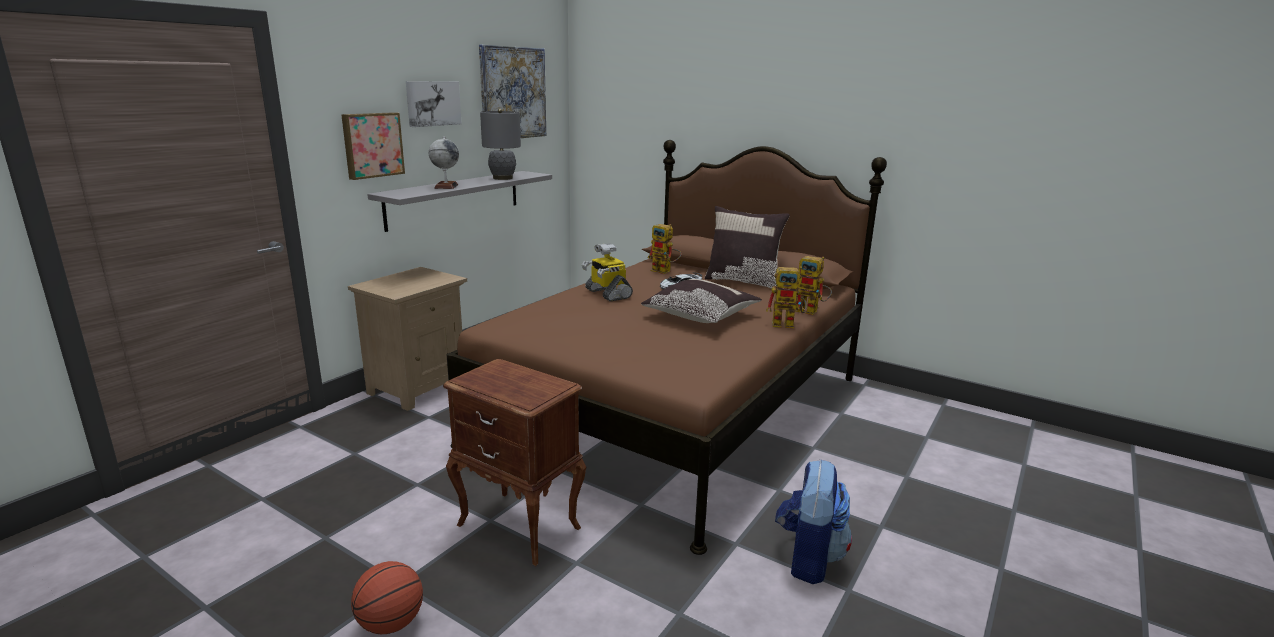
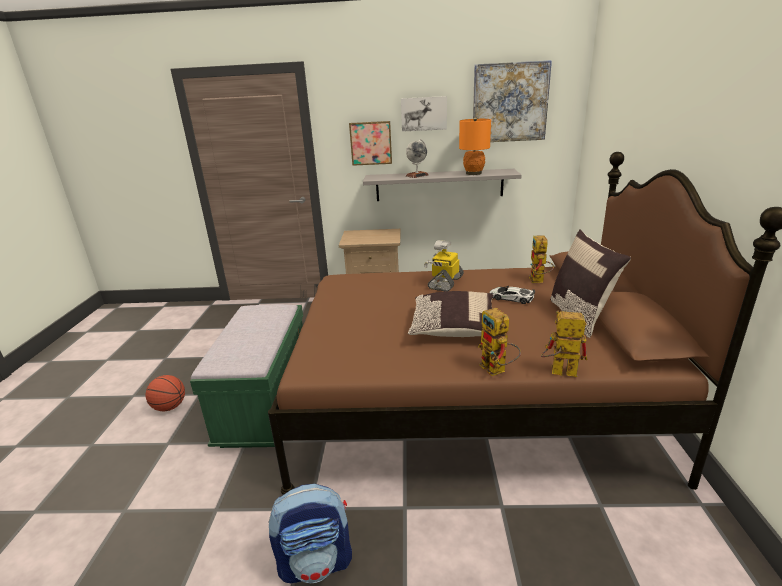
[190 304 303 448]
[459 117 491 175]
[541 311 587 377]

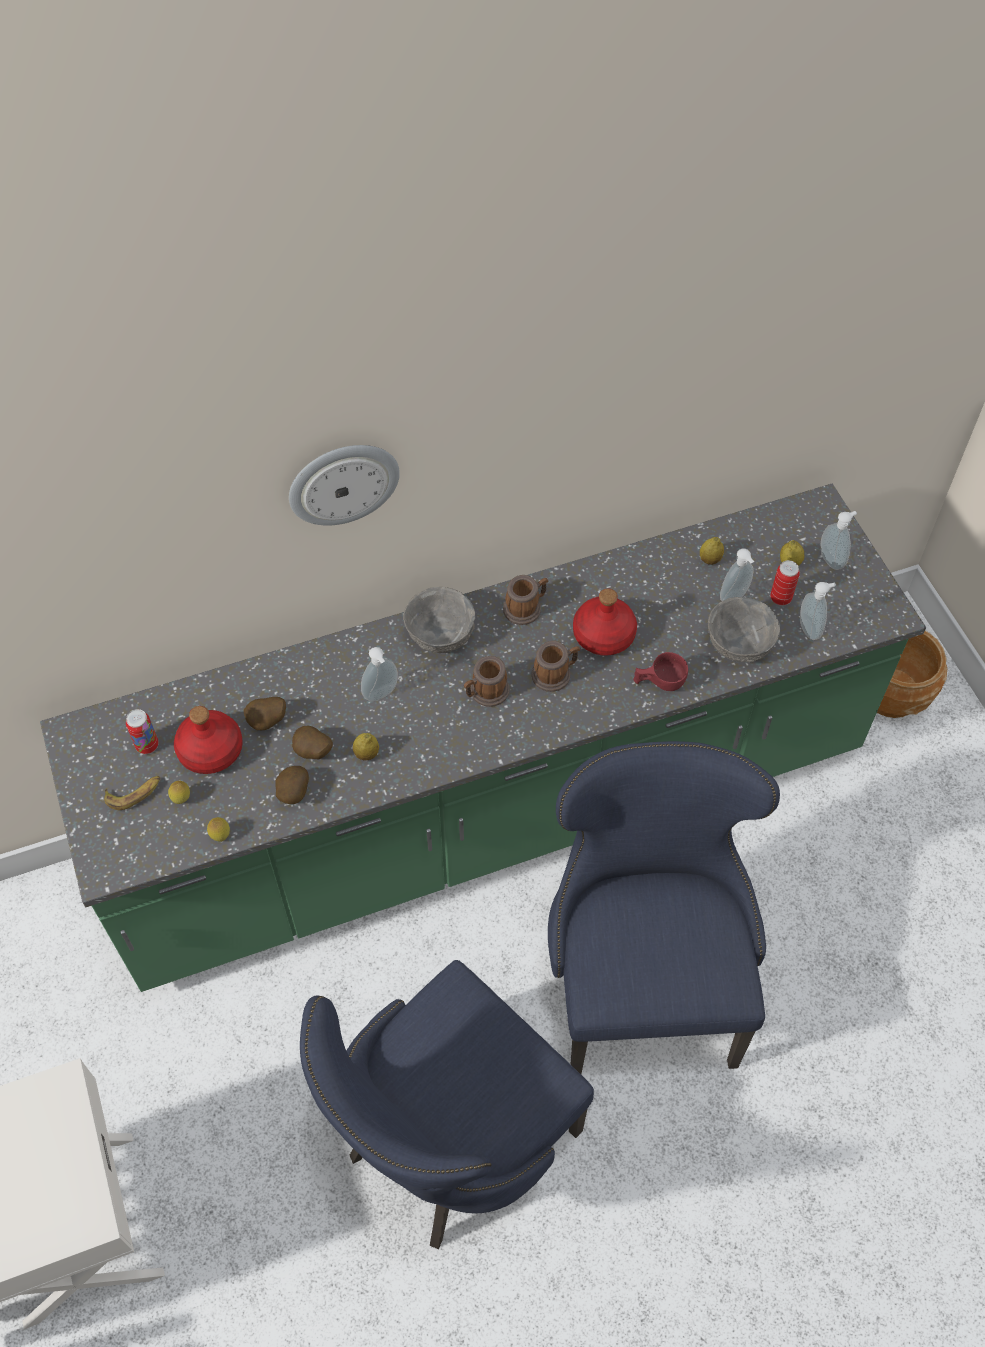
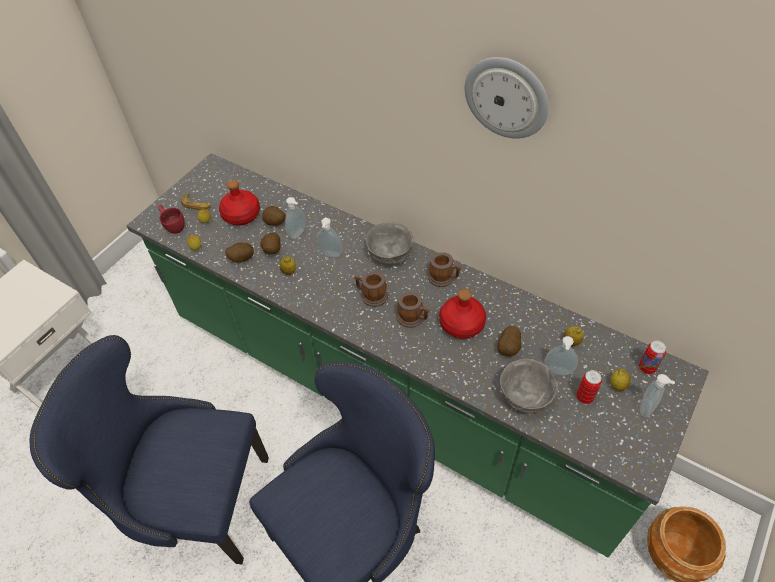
[158 204 185 234]
[285 197 305 239]
[465 57 549 139]
[498 325 521 356]
[639 340 666 374]

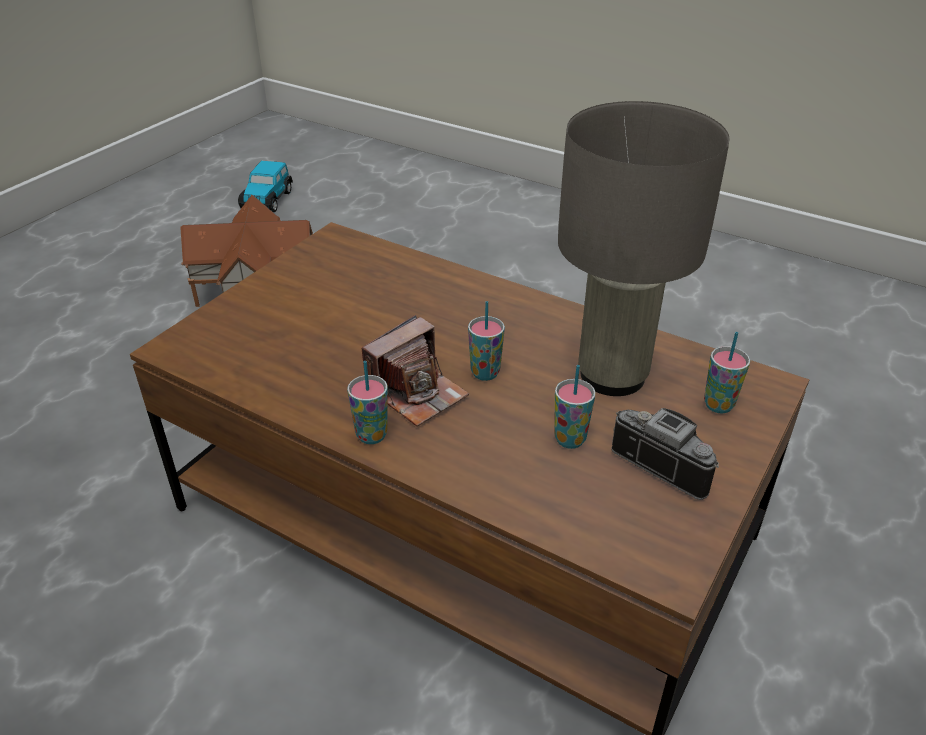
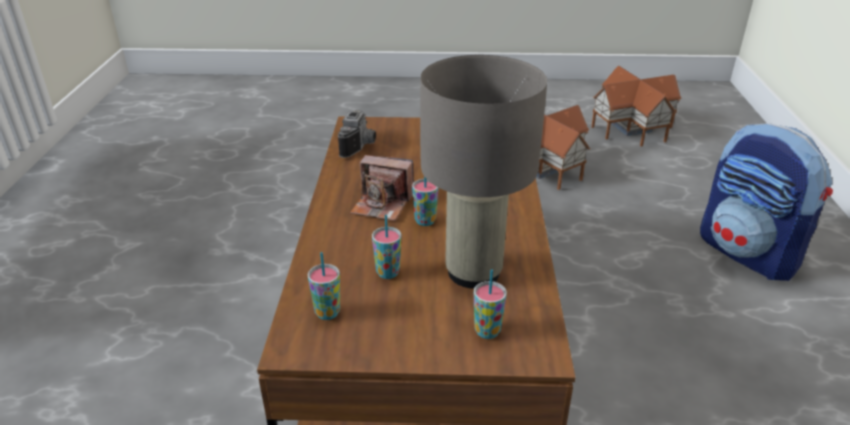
[307 252 340 320]
[338 110 376 158]
[591 66 682 147]
[700 123 833 281]

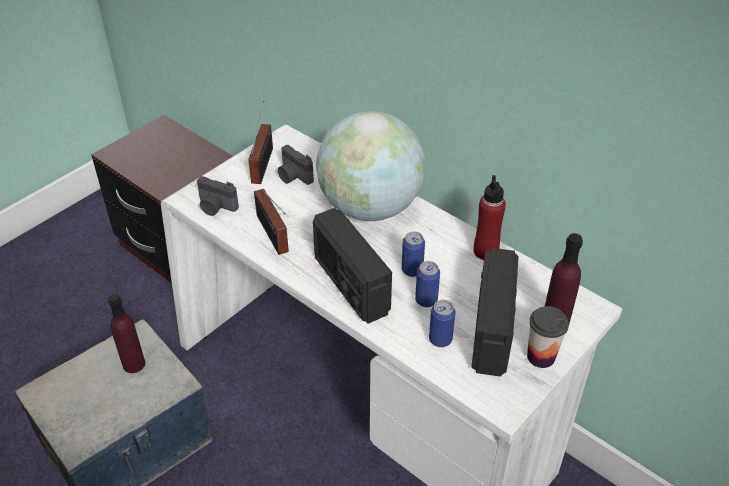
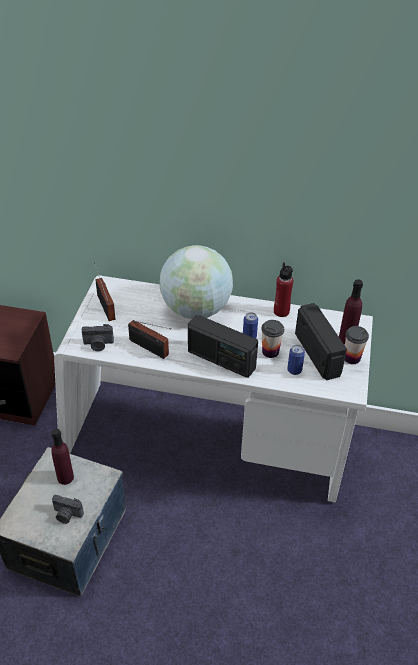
[52 495 84 524]
[261 320 284 358]

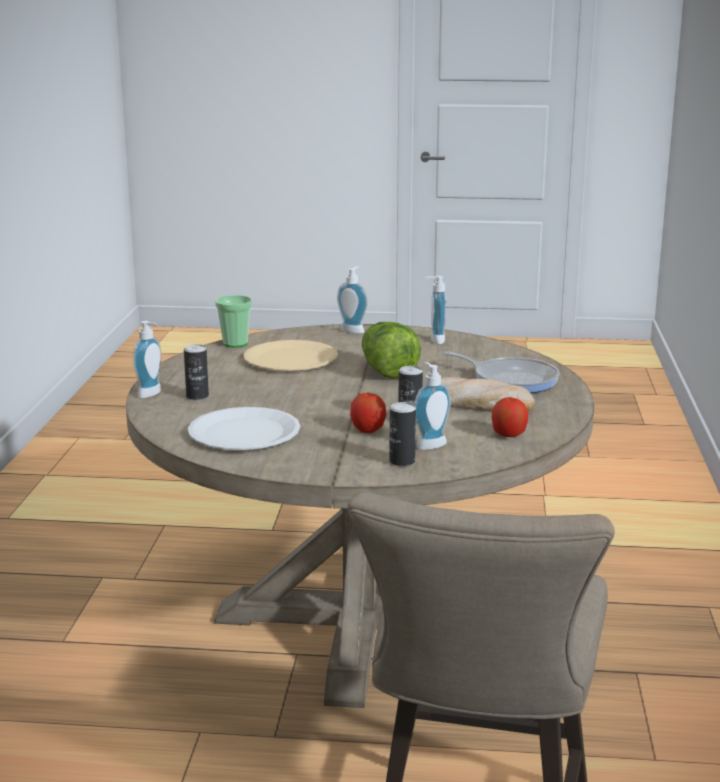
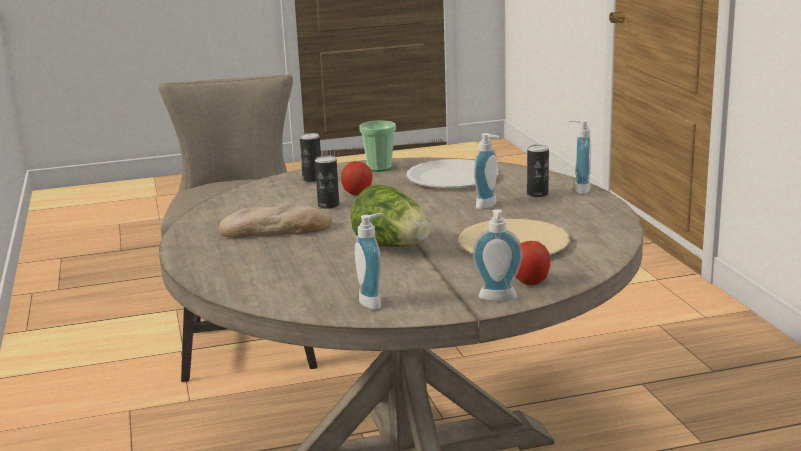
[359 120 396 172]
[474 133 499 209]
[515 241 550 285]
[444 352 559 393] (first image)

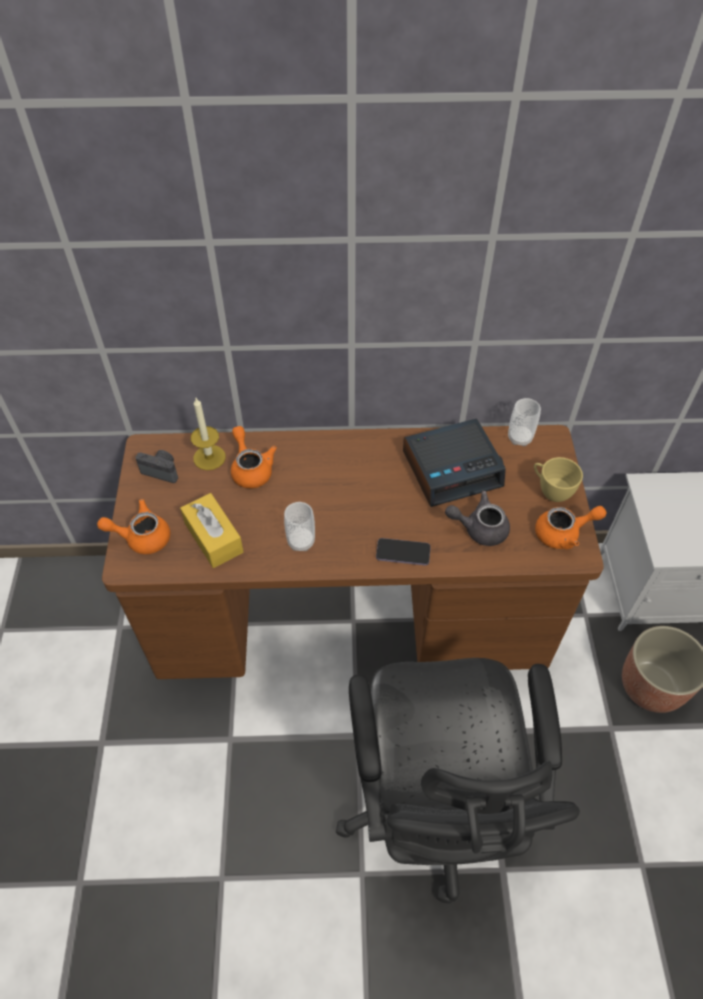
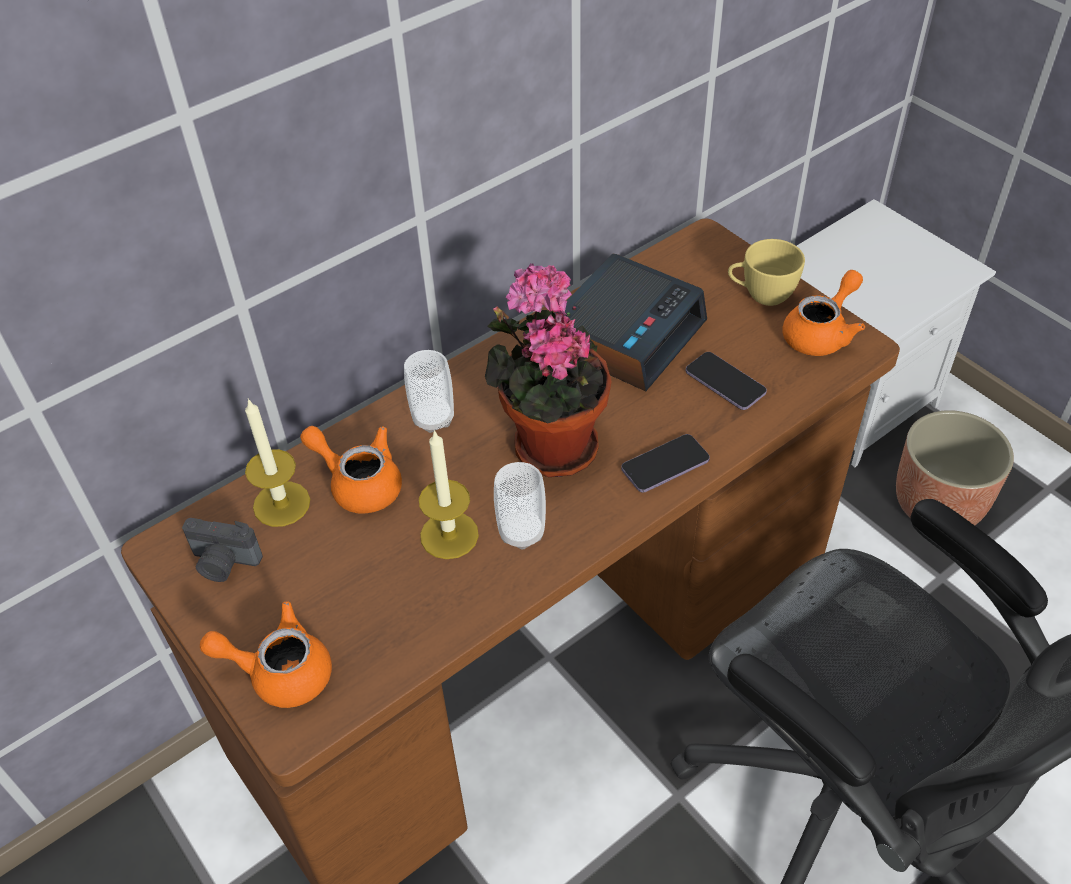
[182 518 263 582]
[200 601 332 708]
[404 350 454 433]
[419 430 479 559]
[485 264 612 477]
[685 352 767 410]
[180 493 244 568] (first image)

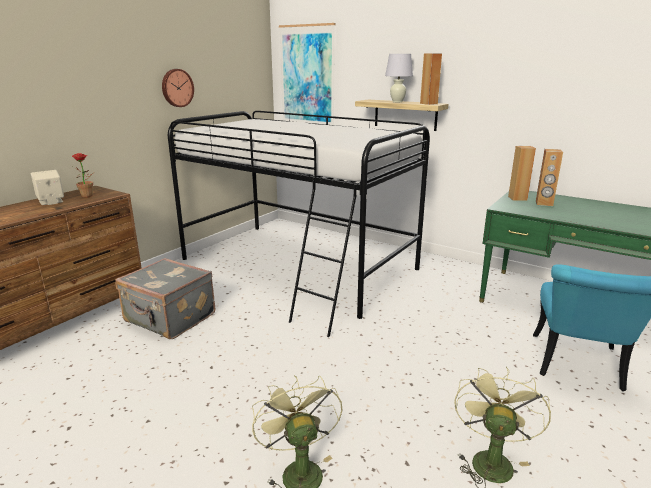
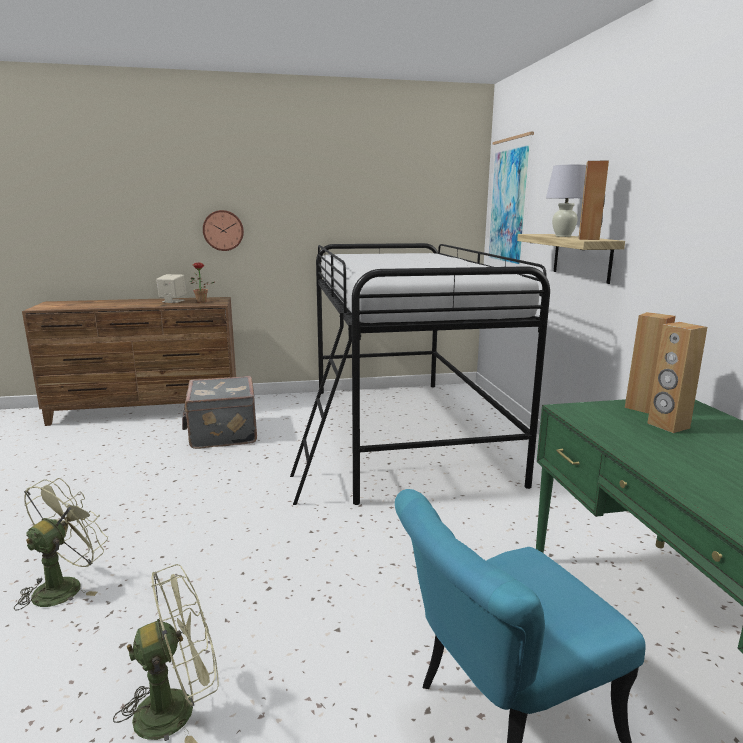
[203 210 244 251]

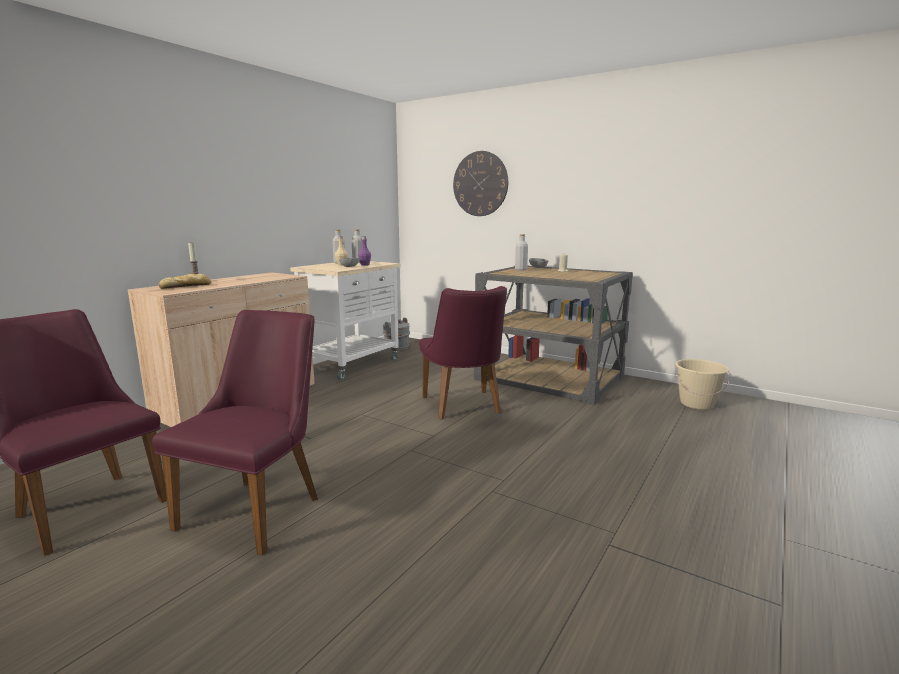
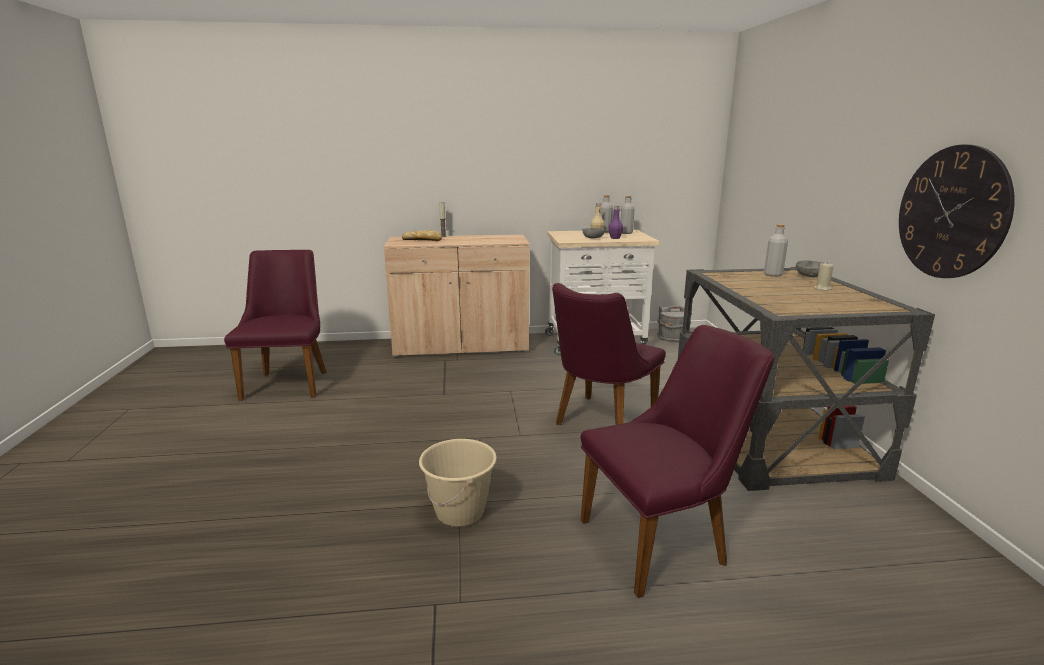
[419 439 497 527]
[581 325 775 598]
[899 144 1015 278]

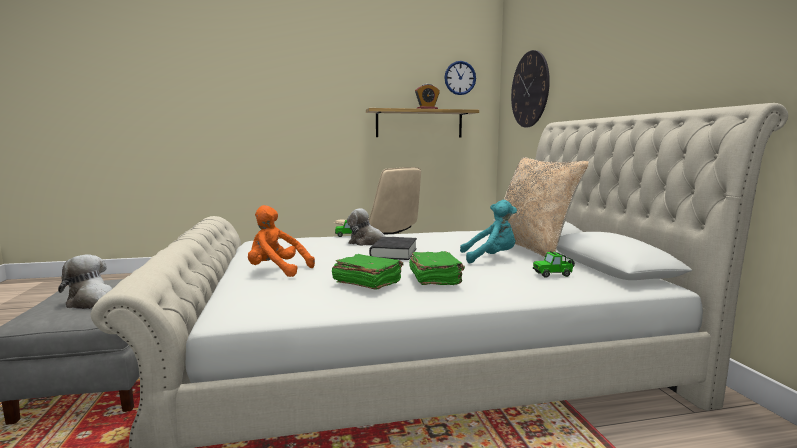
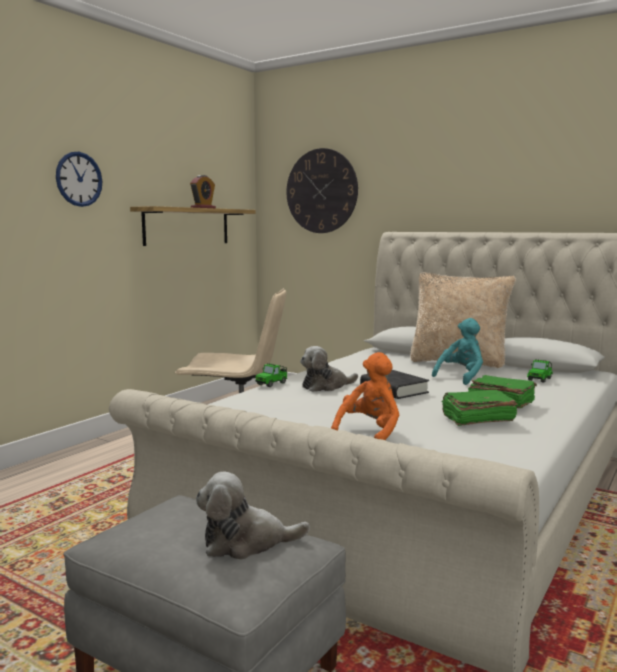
[56 152 102 207]
[331 352 399 440]

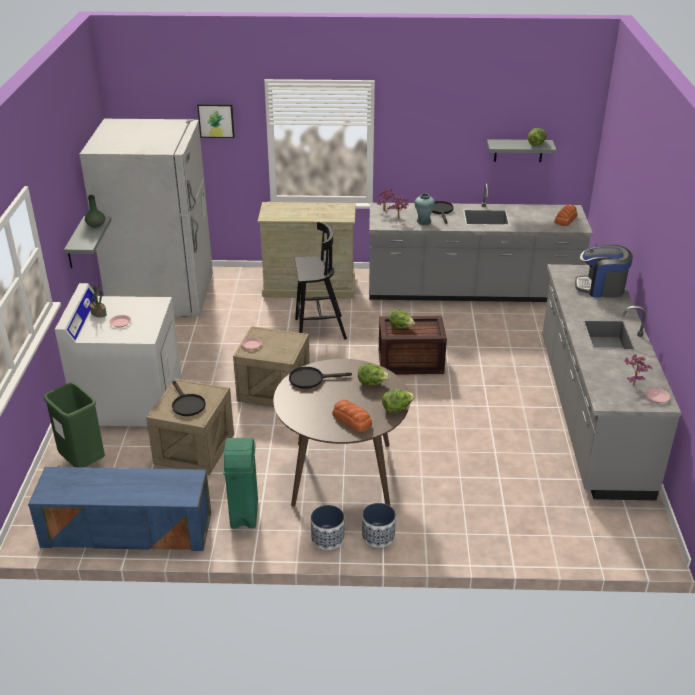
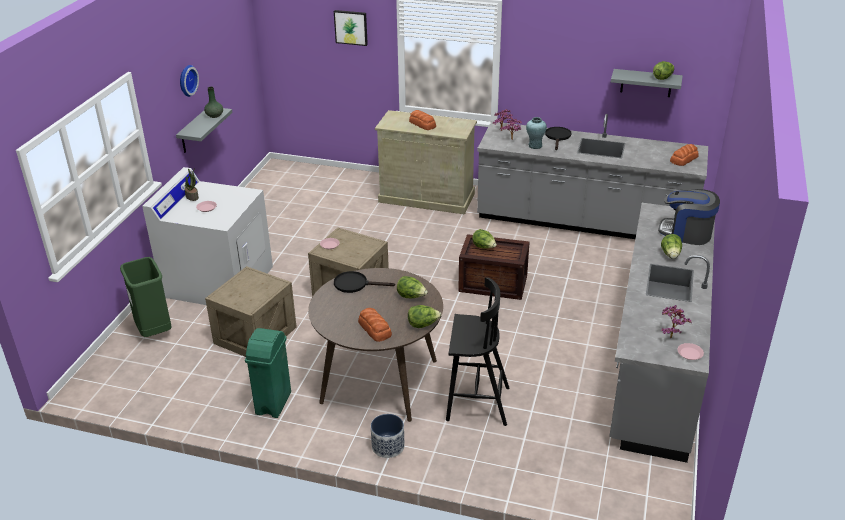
[180 65 199 97]
[409 110 436 130]
[446 277 509 426]
[661 234 682 259]
[28 467 211 551] (first image)
[80 119 213 317] (first image)
[172 380 206 416] (first image)
[311 505 345 550] (first image)

